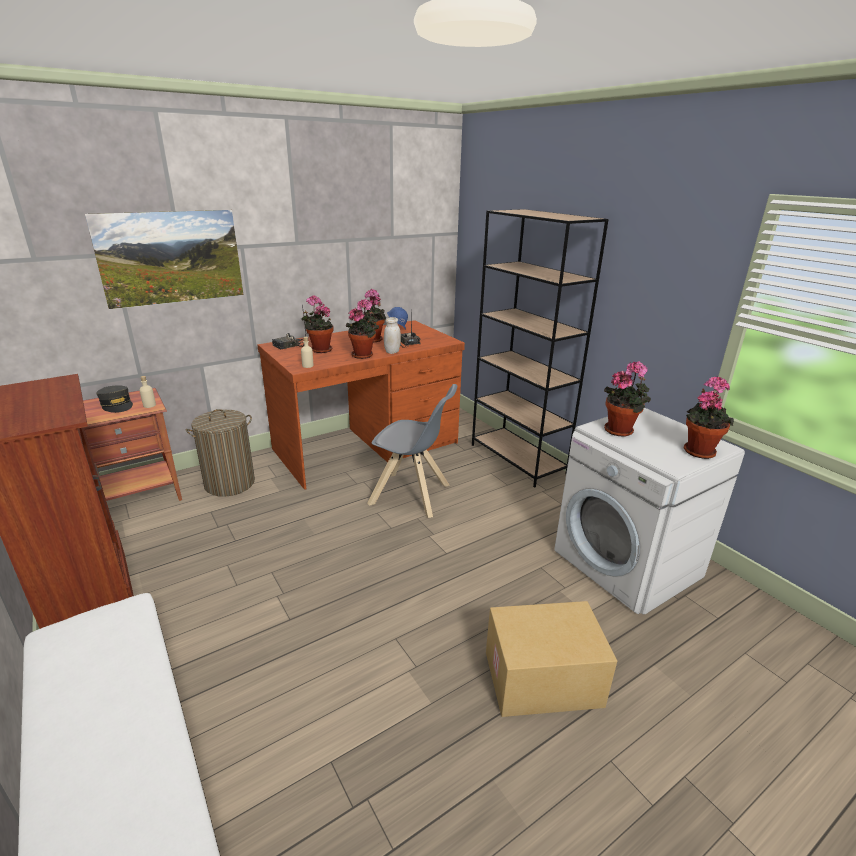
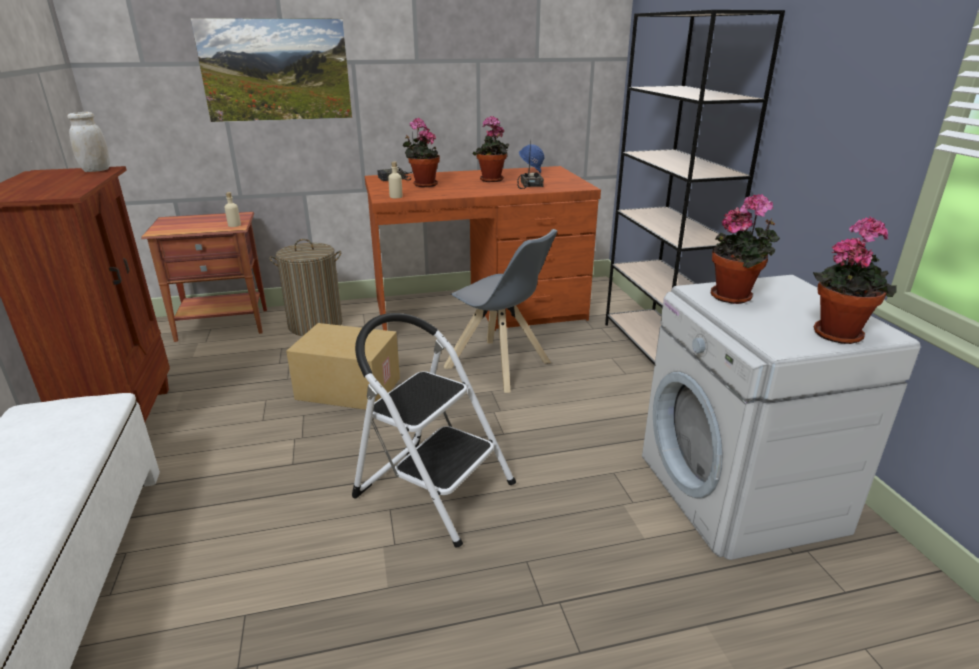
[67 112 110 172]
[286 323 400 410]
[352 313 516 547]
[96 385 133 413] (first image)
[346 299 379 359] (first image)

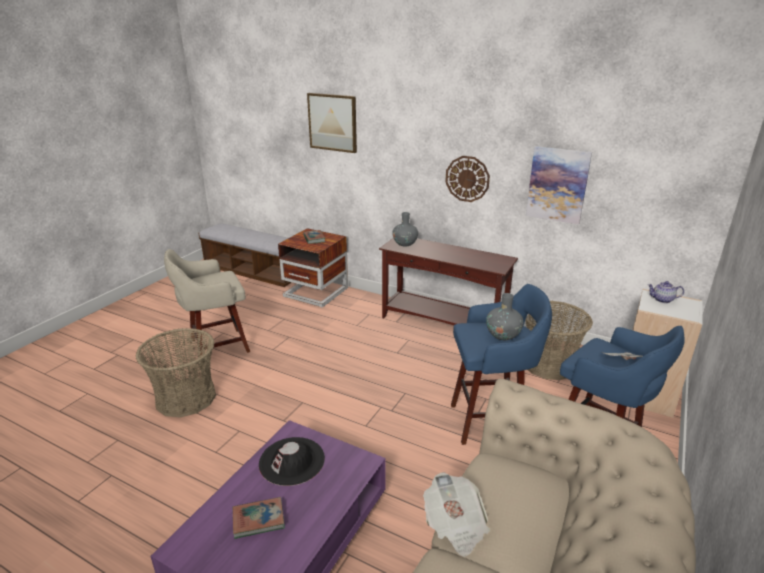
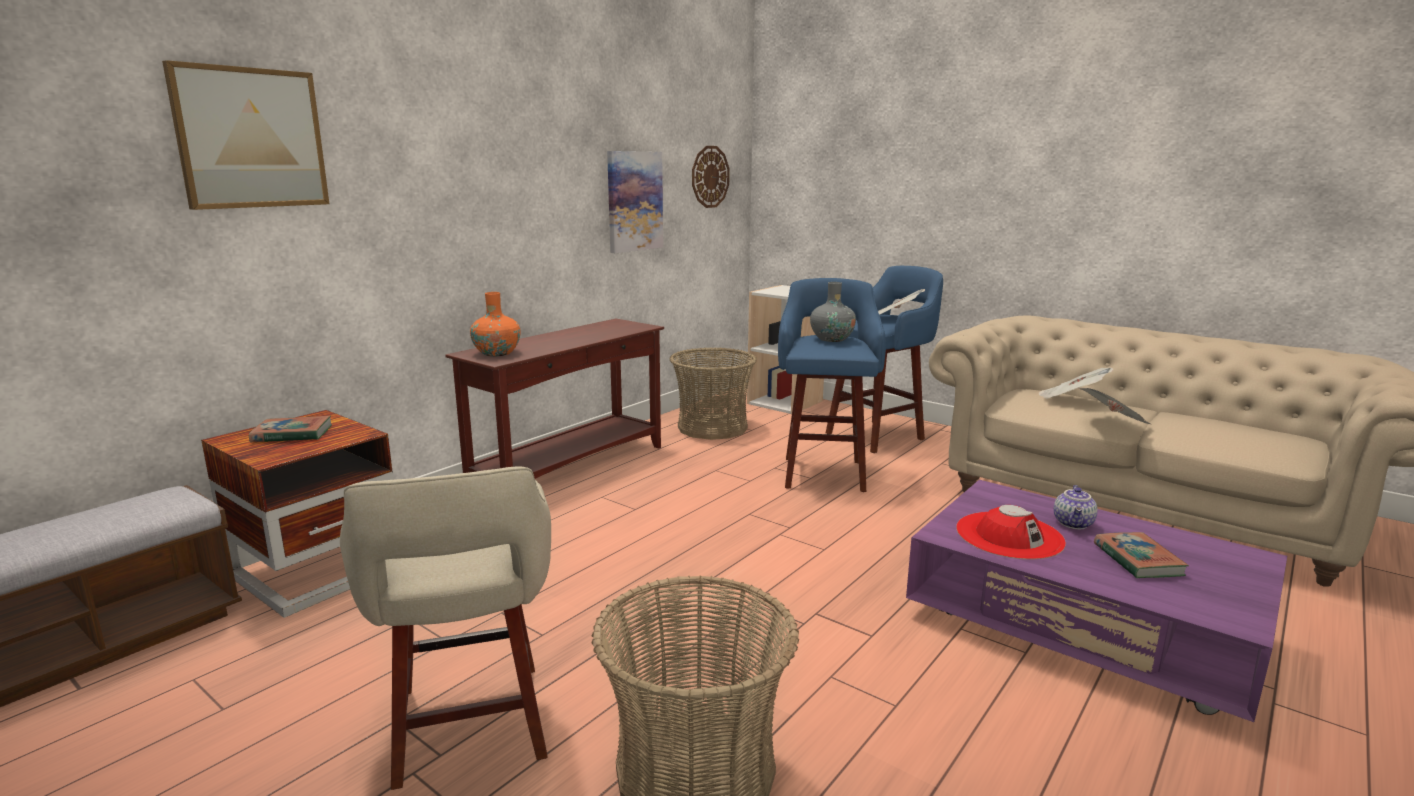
[470 292 521 356]
[692 146 730 208]
[956 505 1066 560]
[1039 368 1113 399]
[1054 485 1098 529]

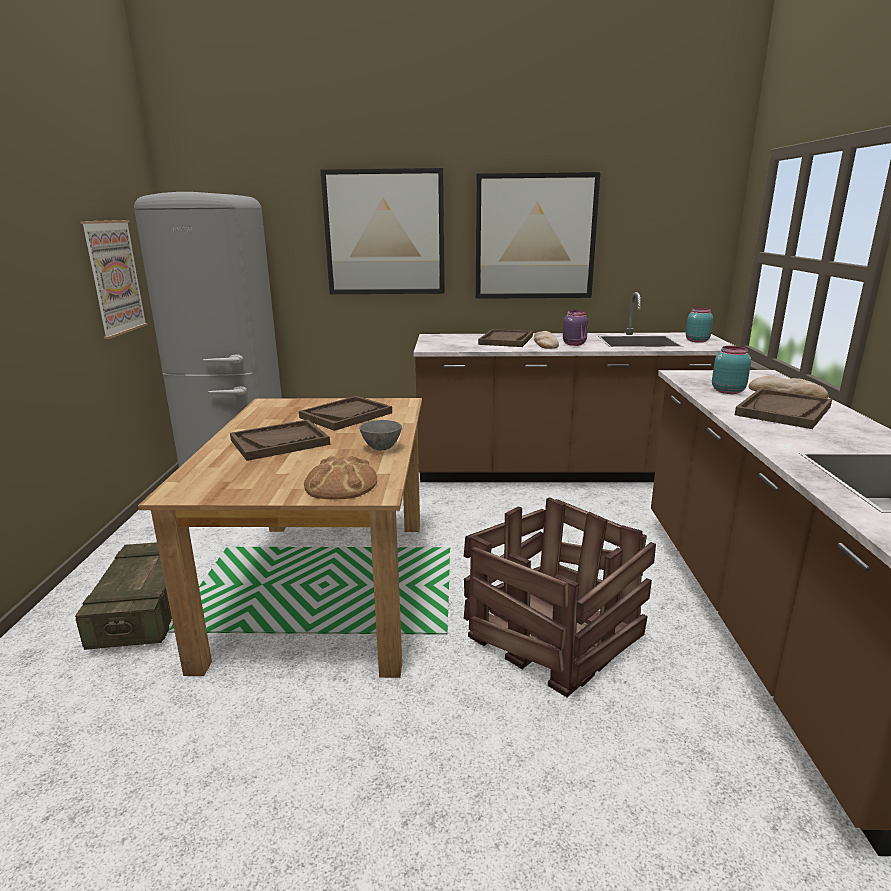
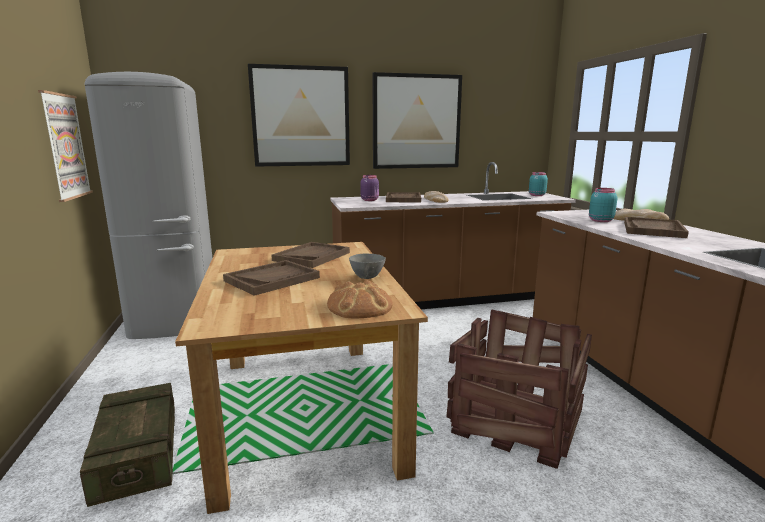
[360 175 379 201]

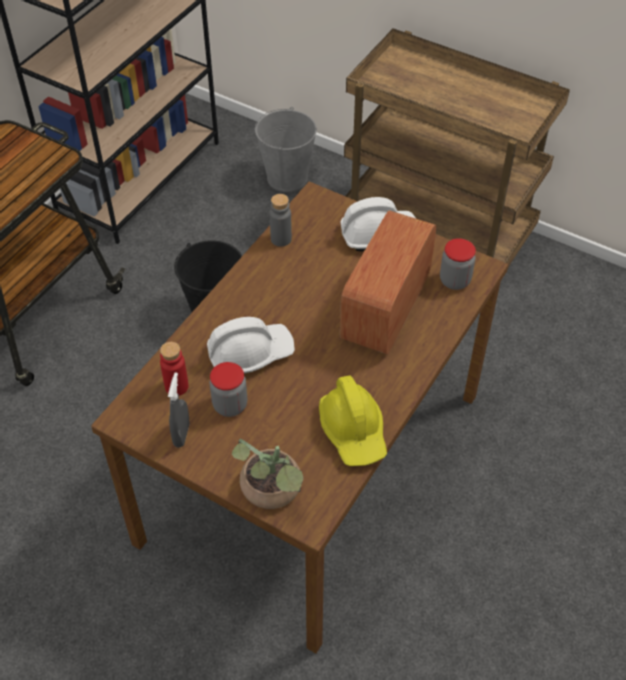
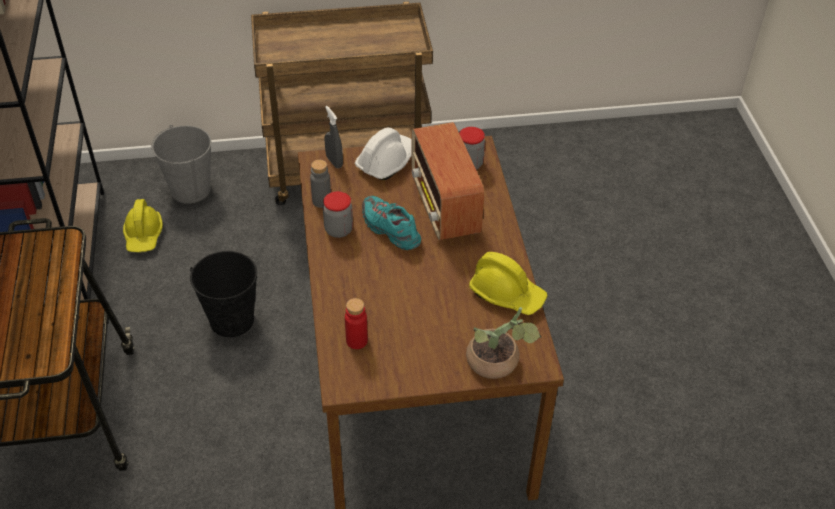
[123 199 163 253]
[323 191 353 238]
[324 106 343 168]
[362 196 421 250]
[207 317 295 374] (first image)

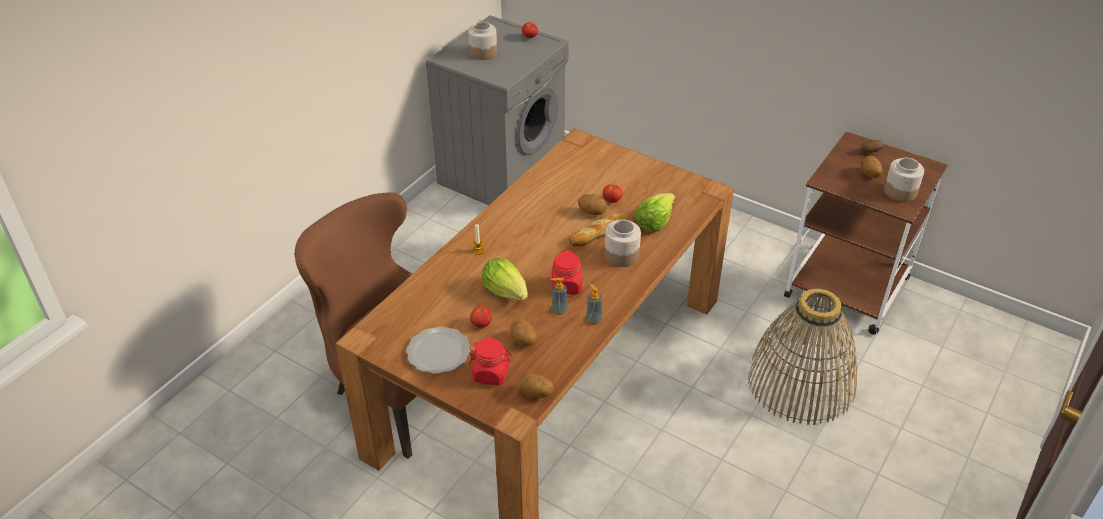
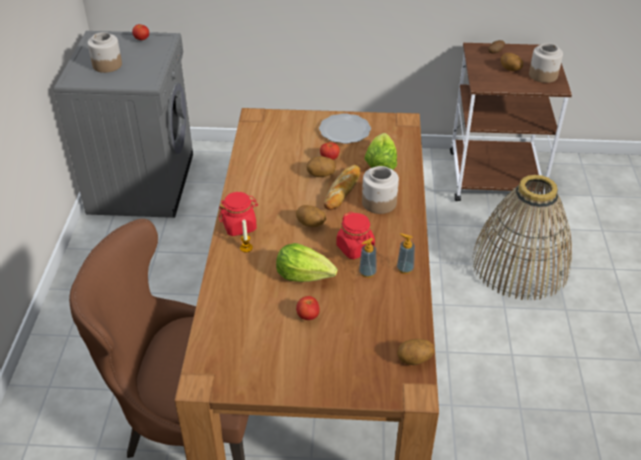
[219 192 258 236]
[296 205 326 227]
[319 113 371 144]

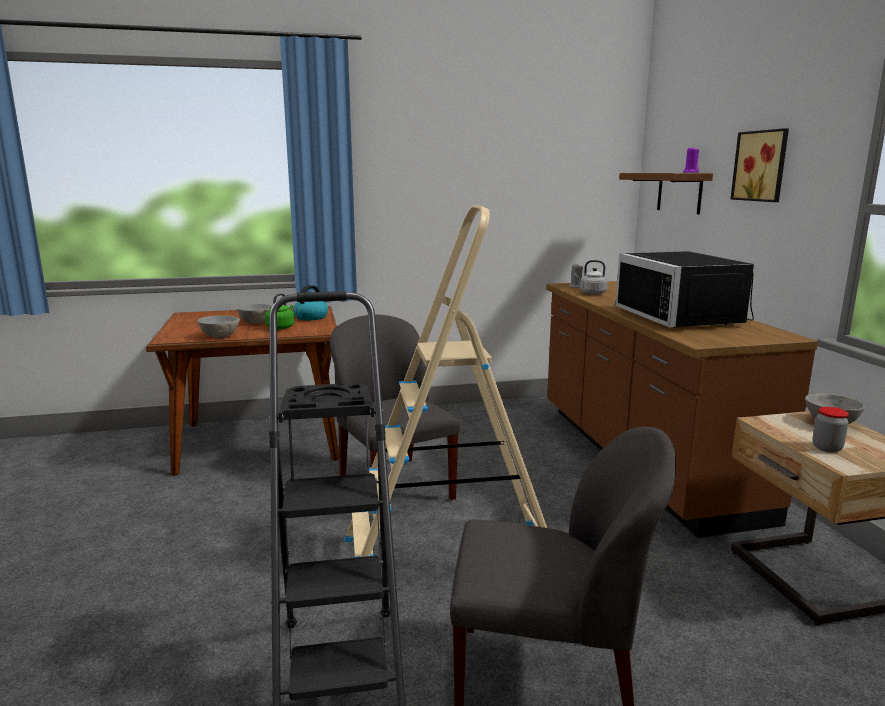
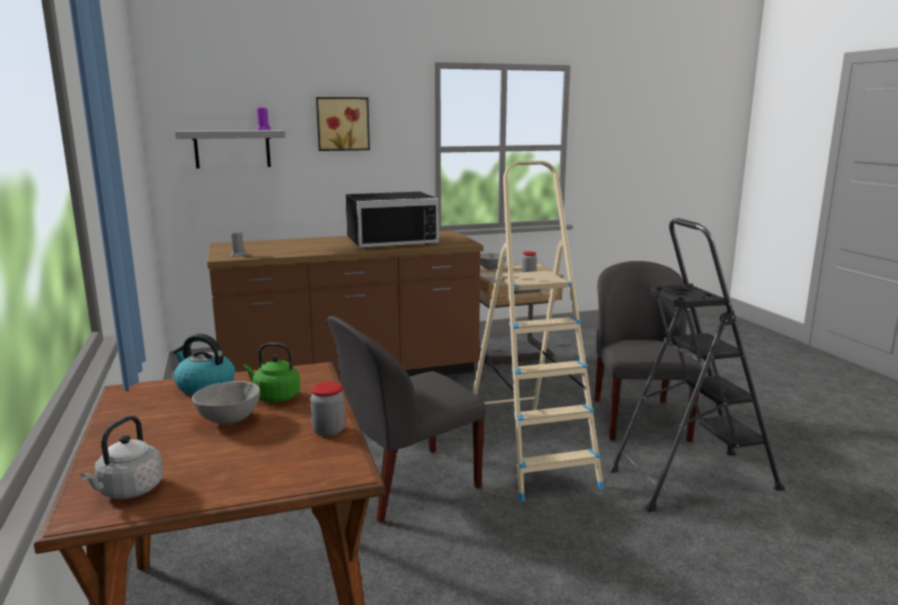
[80 415 163 499]
[175 130 285 169]
[310 382 345 436]

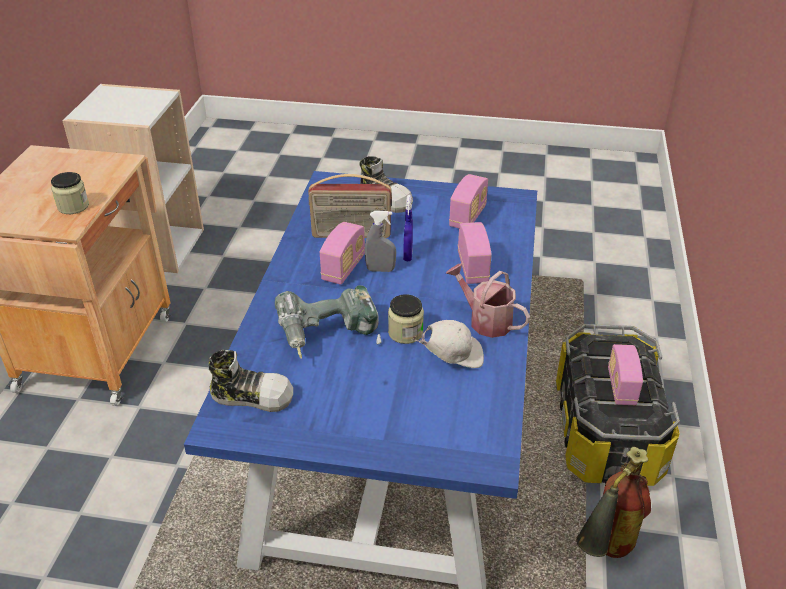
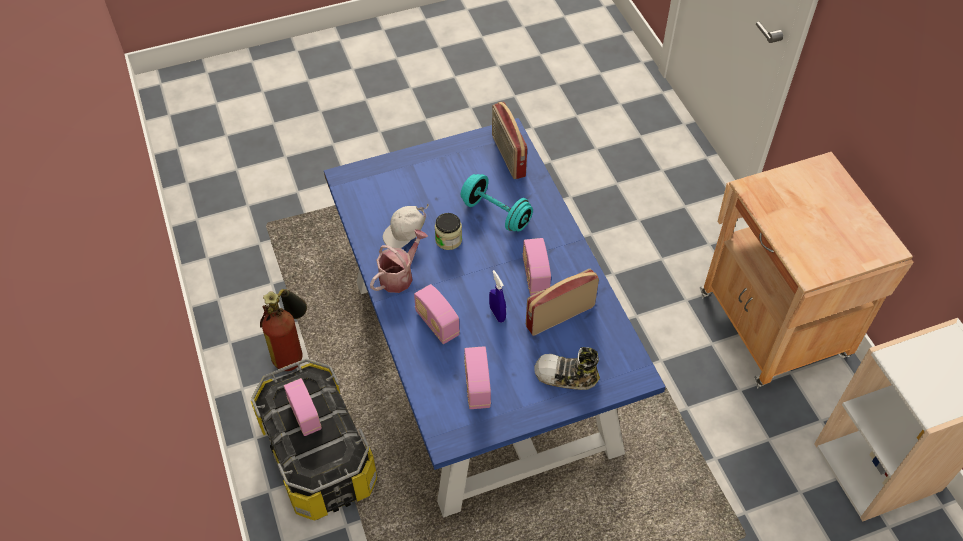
[370 229 428 293]
[461 174 533 232]
[492 102 527 179]
[51 172 89 214] (first image)
[365 211 396 272] (first image)

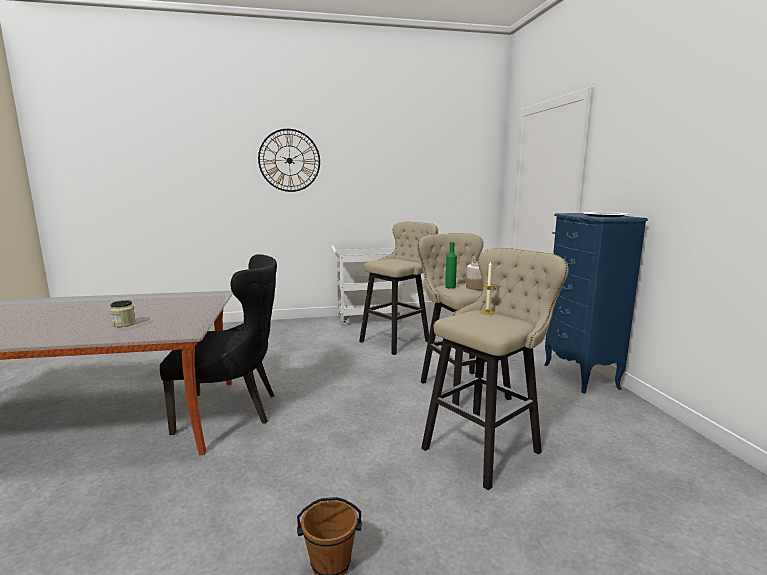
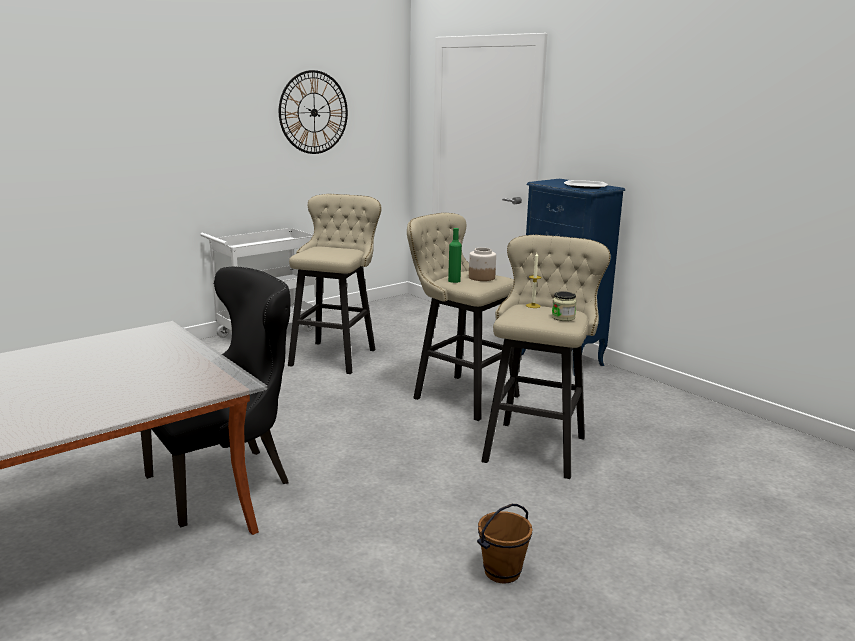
[279 70 348 154]
[552 291 577 321]

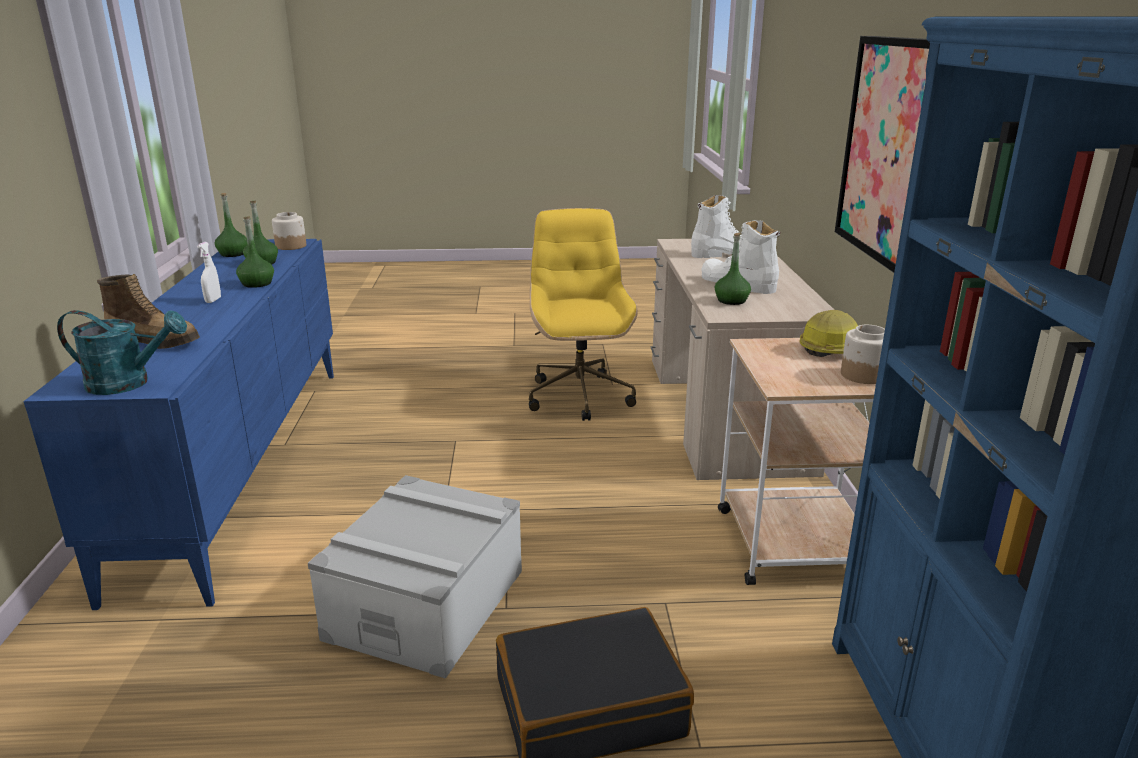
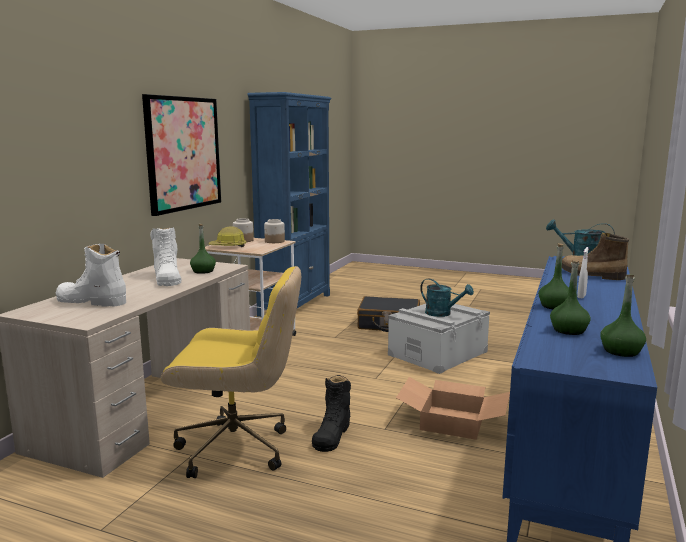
[160 266 301 478]
[264 219 285 243]
[312 375 351 452]
[396 377 510 440]
[420 278 474 317]

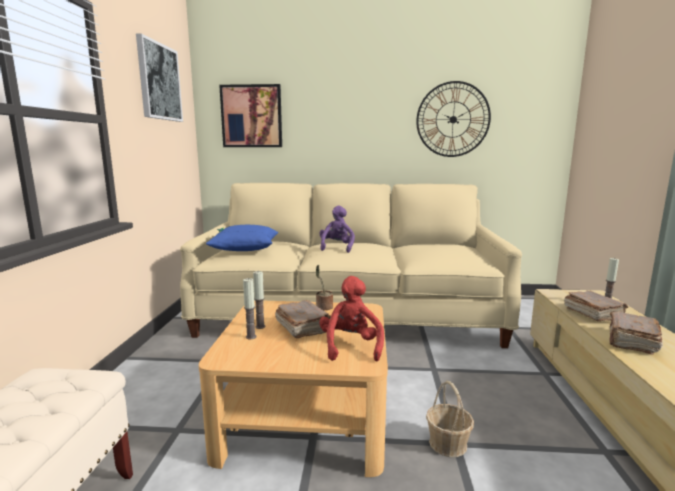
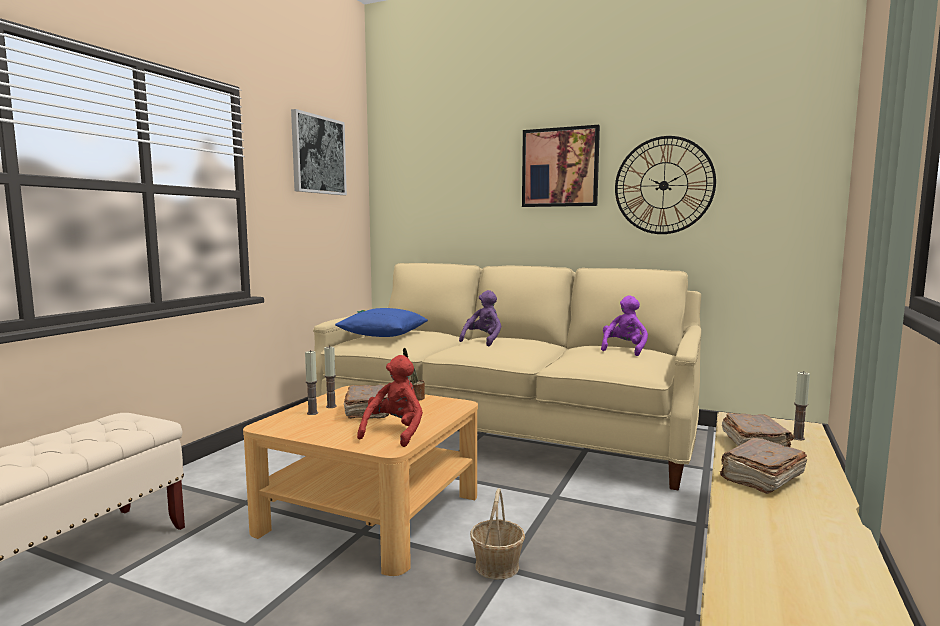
[522 125 600 207]
[601 295 648 356]

